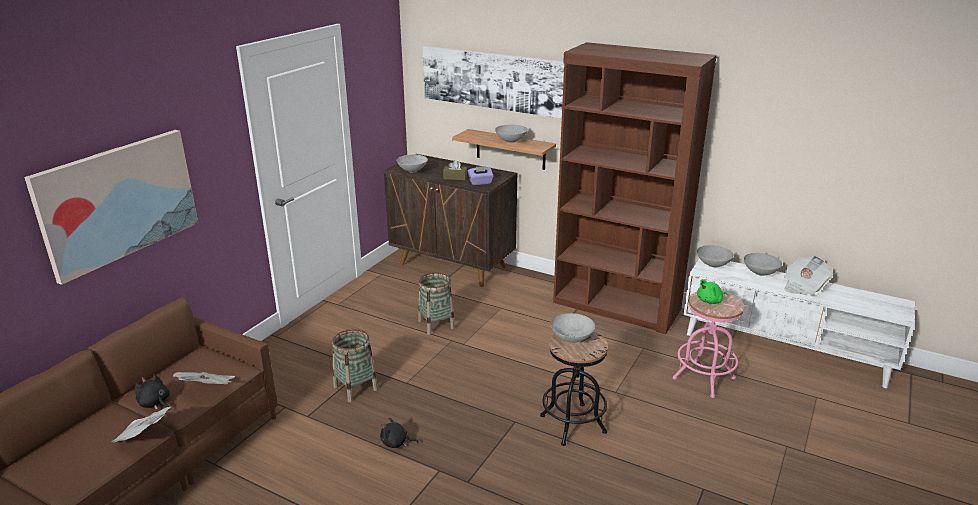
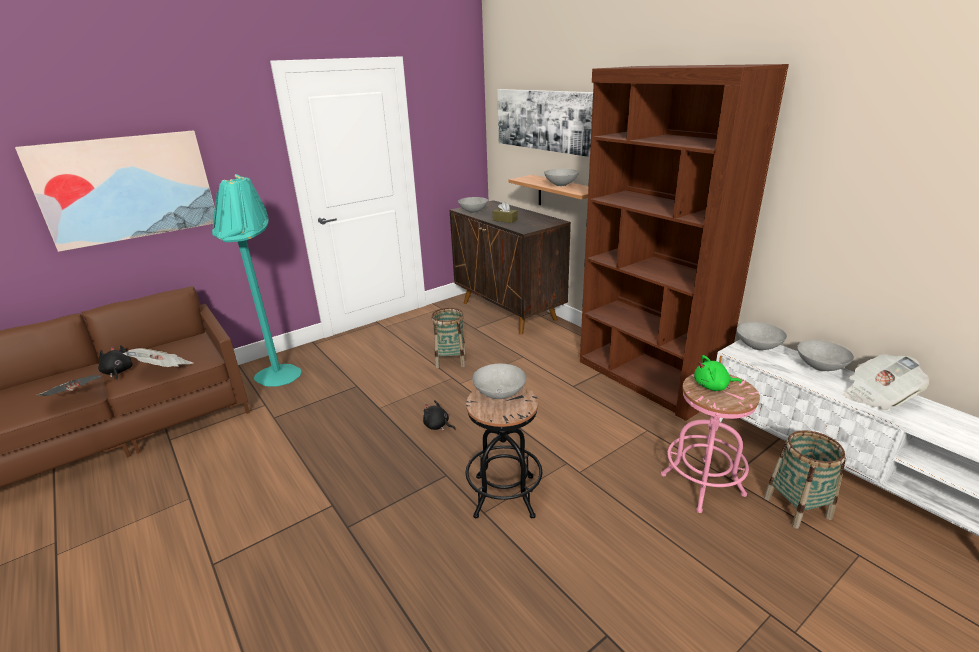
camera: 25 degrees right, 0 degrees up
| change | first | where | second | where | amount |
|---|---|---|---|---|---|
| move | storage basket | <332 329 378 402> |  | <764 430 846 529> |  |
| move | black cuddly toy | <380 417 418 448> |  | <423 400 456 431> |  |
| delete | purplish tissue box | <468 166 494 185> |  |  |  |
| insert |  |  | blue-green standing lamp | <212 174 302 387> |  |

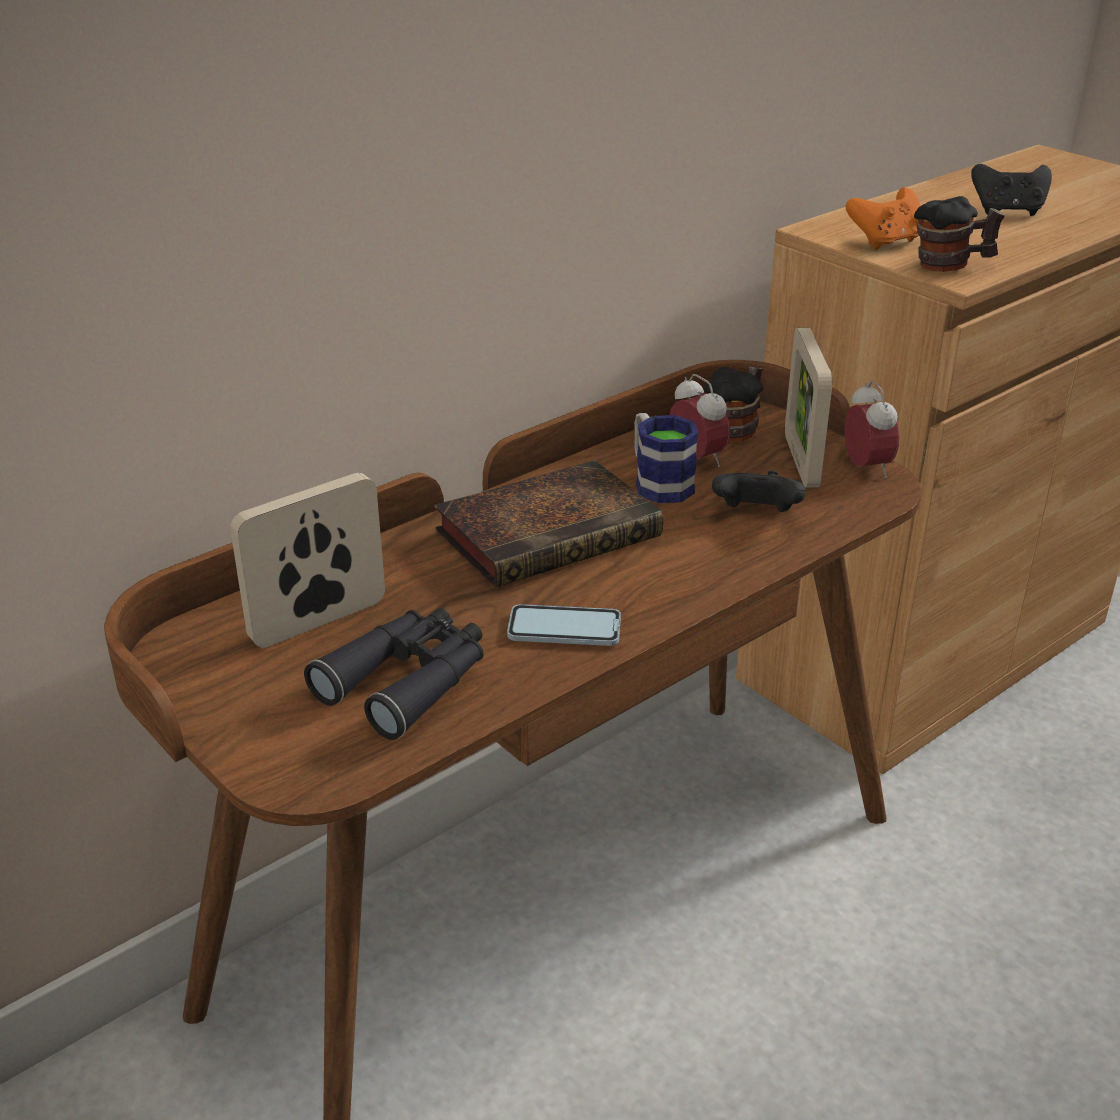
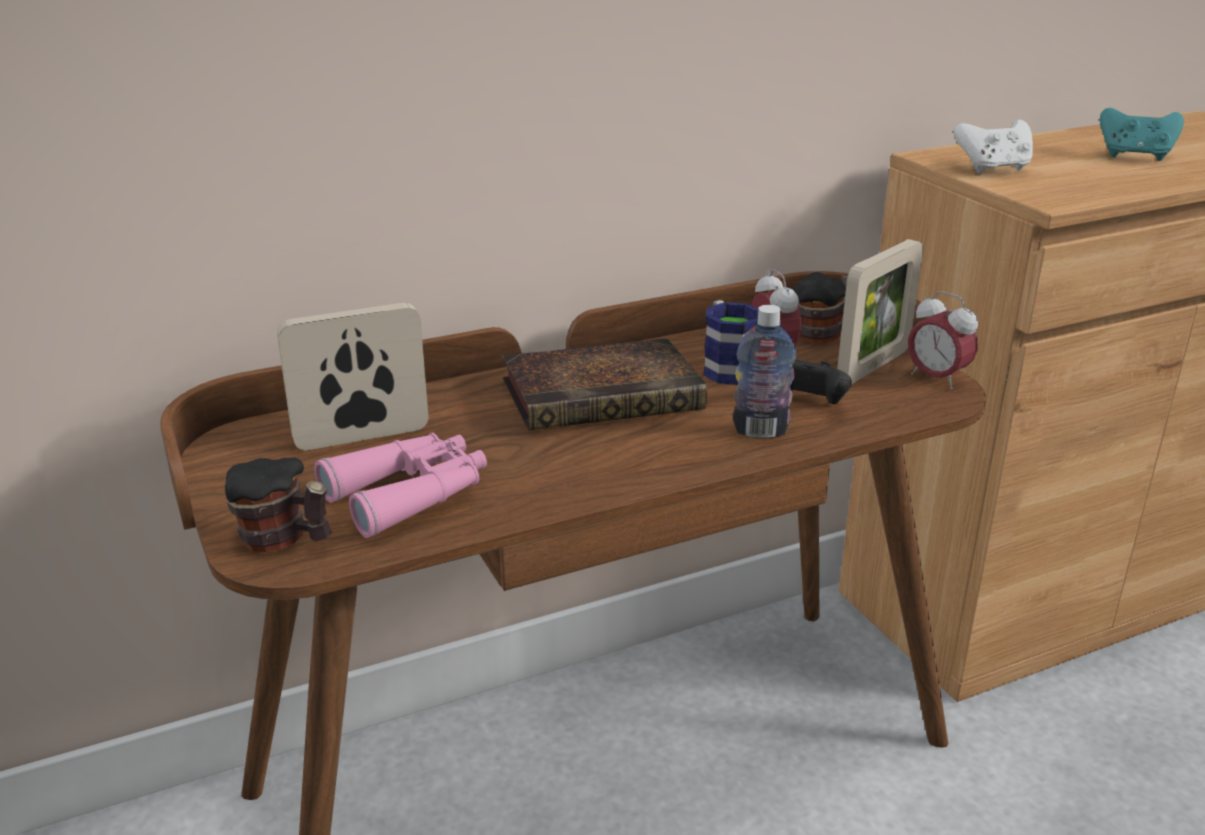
camera: 15 degrees right, 5 degrees down
| change | first | where | second | where | amount |
|---|---|---|---|---|---|
| recolor | black pair of binoculars | <304 608 484 740> | pink pair of binoculars | <314 432 487 538> |  |
| delete | telephone | <507 604 621 646> |  |  |  |
| rotate | photo frame | <785 327 832 488> |  | <837 239 923 384> | 150 degrees counterclockwise |
| rotate | table clock | <844 381 899 479> |  | <908 291 978 390> | 135 degrees clockwise |
| recolor | orangey game controller | <846 188 920 250> | whitish game controller | <954 119 1033 174> |  |
| move | tea mug | <914 196 1005 272> |  | <225 457 332 553> |  |
| recolor | black game controller | <971 164 1052 216> | blue-green game controller | <1100 108 1184 161> |  |
| insert |  |  | drink bottle | <733 305 796 438> |  |

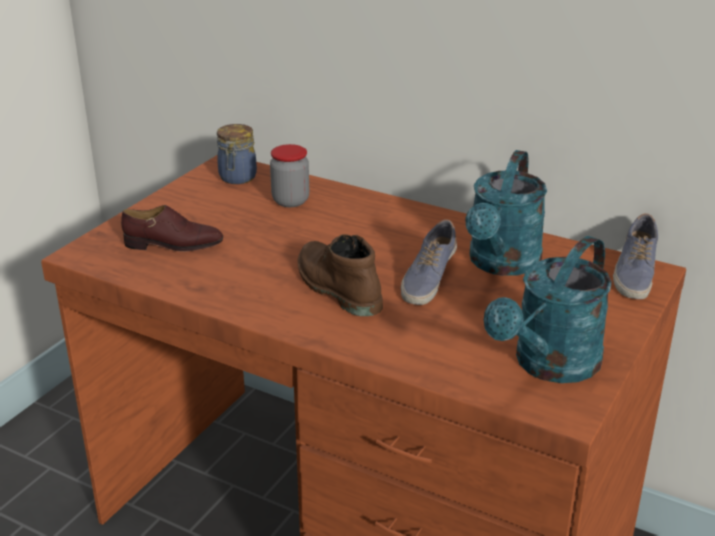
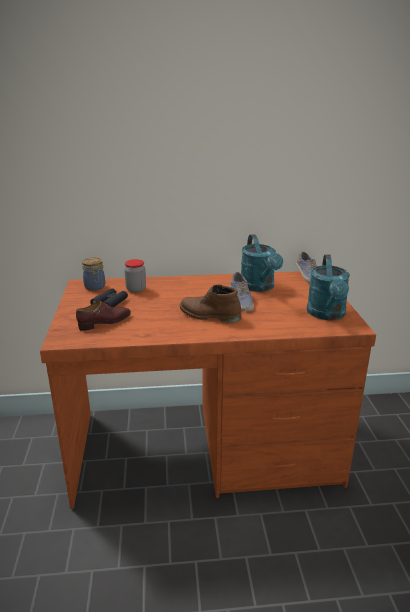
camera: 35 degrees left, 5 degrees down
| change | first | where | second | where | amount |
|---|---|---|---|---|---|
| insert |  |  | black pair of binoculars | <90 288 128 307> |  |

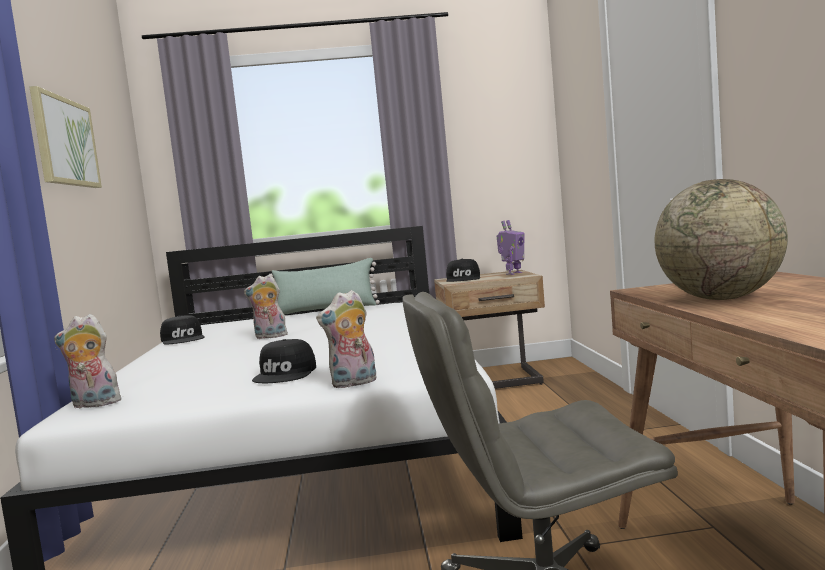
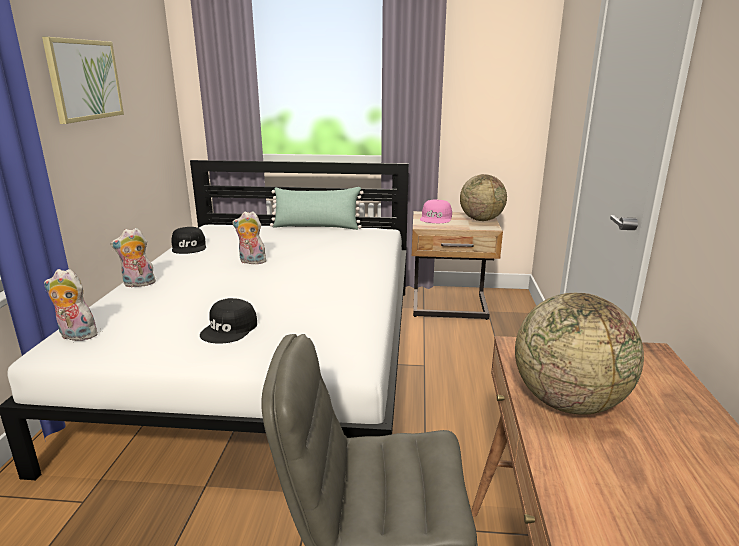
camera: 10 degrees right, 15 degrees up
| change | first | where | second | where | amount |
|---|---|---|---|---|---|
| move | cuddly toy | <316 290 376 388> |  | <110 228 156 287> |  |
| recolor | black cap | <446 259 480 282> | pink cap | <420 200 452 223> |  |
| replace | toy robot | <496 220 524 275> | globe | <460 174 507 221> |  |

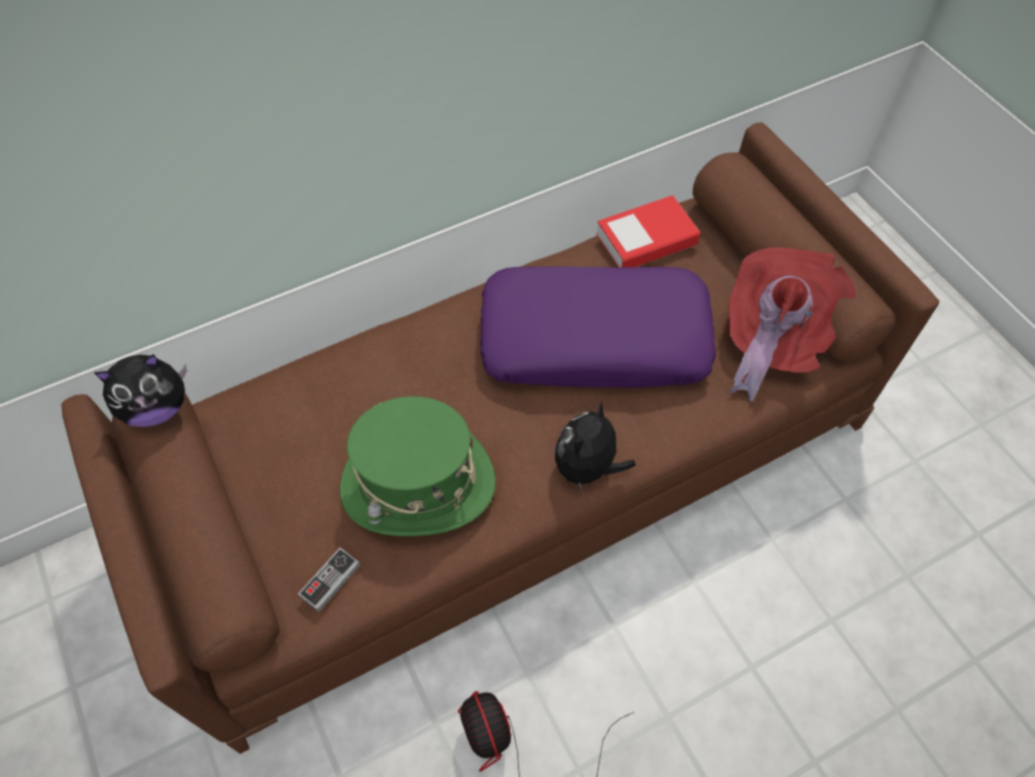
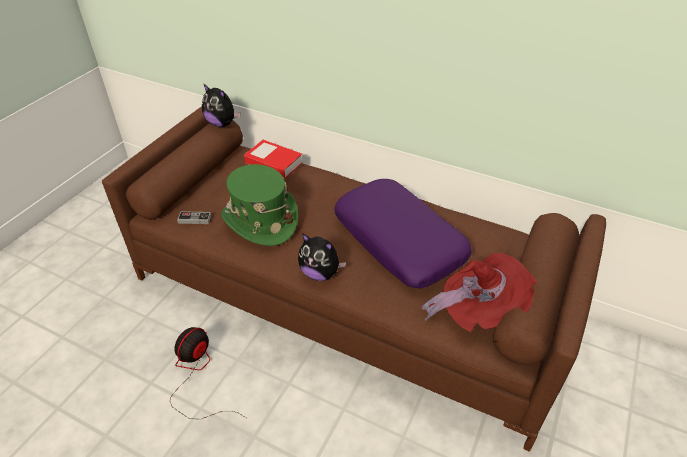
camera: 55 degrees right, 15 degrees down
| change | first | where | second | where | amount |
|---|---|---|---|---|---|
| rotate | cuddly toy | <555 402 636 495> |  | <298 233 346 281> | 150 degrees counterclockwise |
| move | bound book | <596 195 700 267> |  | <244 140 303 178> |  |

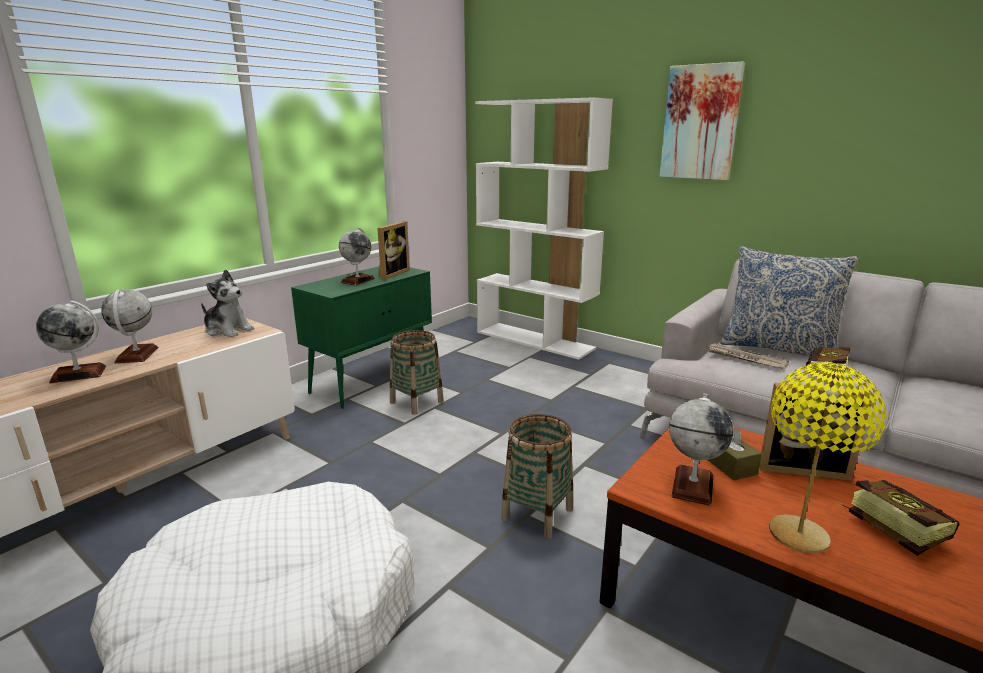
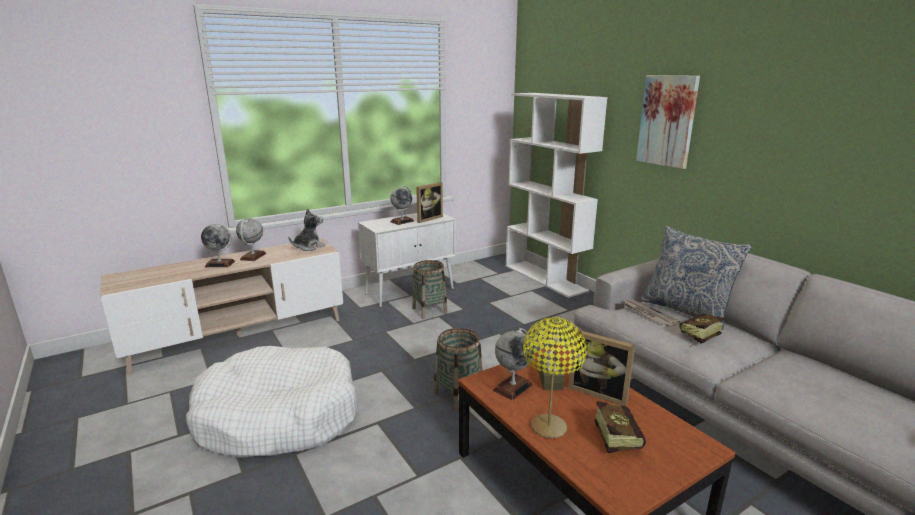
camera: 20 degrees right, 0 degrees up
| change | first | where | second | where | amount |
|---|---|---|---|---|---|
| rotate | cuddly toy | <201 269 254 337> |  | <288 208 325 251> | 90 degrees counterclockwise |
| recolor | green-coloured storage cabinet | <291 266 432 409> | whitish storage cabinet | <358 213 456 307> |  |

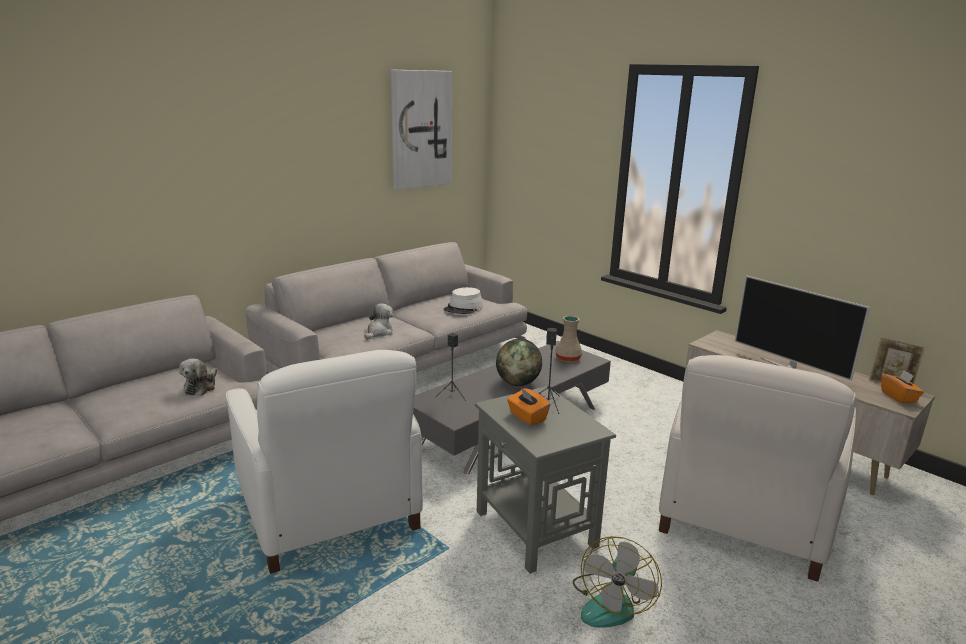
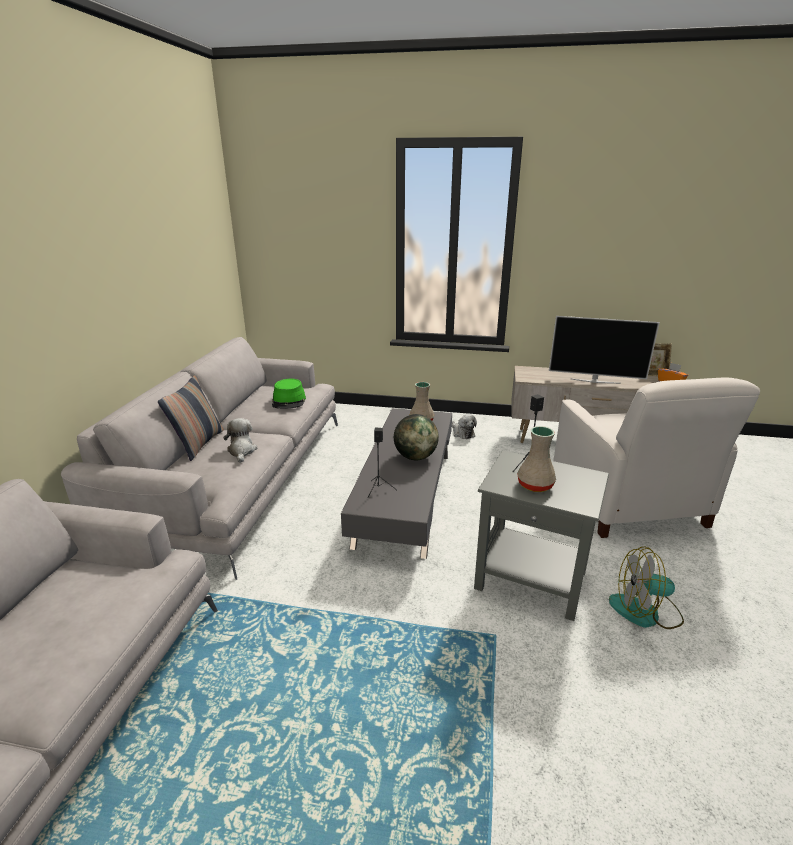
camera: 35 degrees left, 5 degrees up
| change | first | where | second | where | amount |
|---|---|---|---|---|---|
| move | cuddly toy | <179 358 217 396> |  | <452 414 477 439> |  |
| delete | whitish armchair | <226 350 423 574> |  |  |  |
| delete | wall art | <390 70 452 190> |  |  |  |
| recolor | whitish wearable hat | <444 287 483 314> | green-coloured wearable hat | <272 379 306 409> |  |
| replace | orangey tissue box | <507 388 550 426> | beige-coloured decorative vase | <517 426 556 492> |  |
| rotate | cooling fan | <573 536 662 628> |  | <609 546 684 629> | 105 degrees clockwise |
| insert |  |  | pillow | <158 375 224 461> |  |

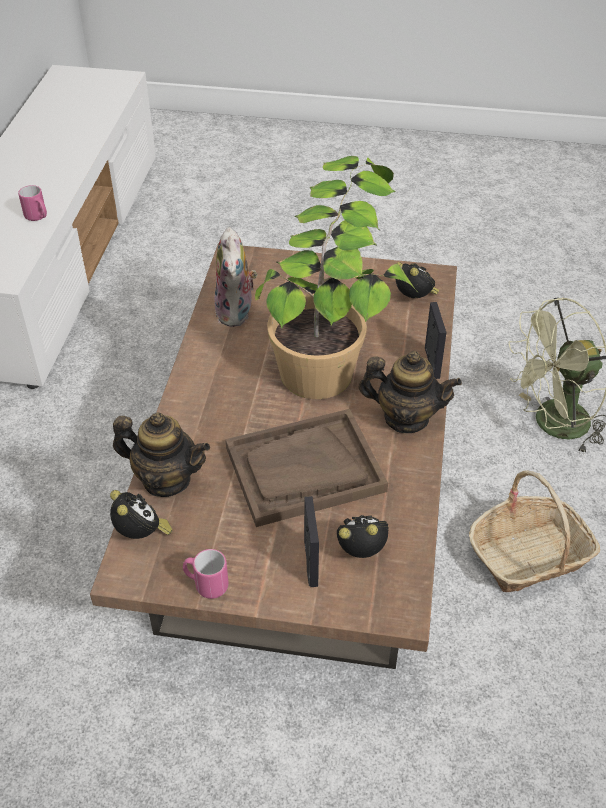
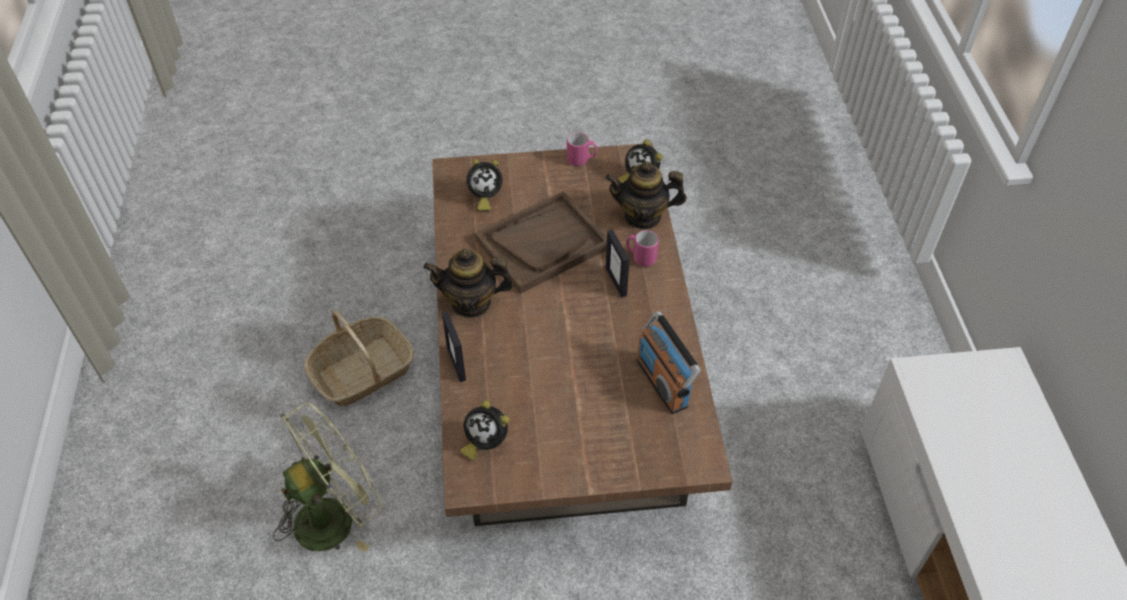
camera: 165 degrees right, 5 degrees up
| change | first | where | second | where | amount |
|---|---|---|---|---|---|
| move | pink tea mug | <18 185 47 221> |  | <626 230 659 267> |  |
| replace | cuddly toy | <215 227 257 327> | radio set | <636 312 701 414> |  |
| delete | houseplant | <255 156 418 399> |  |  |  |
| move | photo frame | <304 496 319 587> |  | <606 230 630 298> |  |

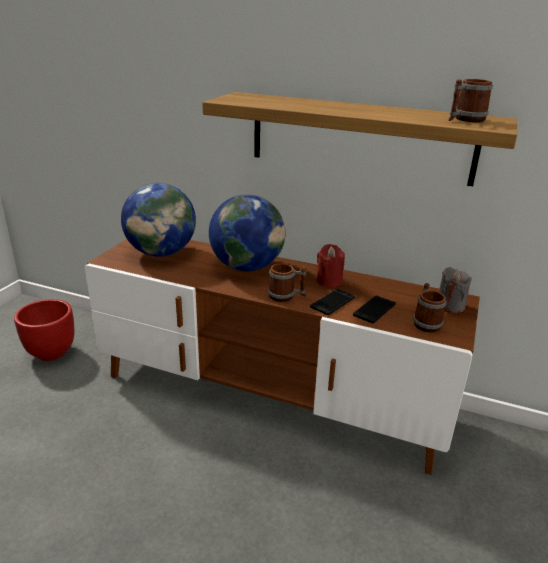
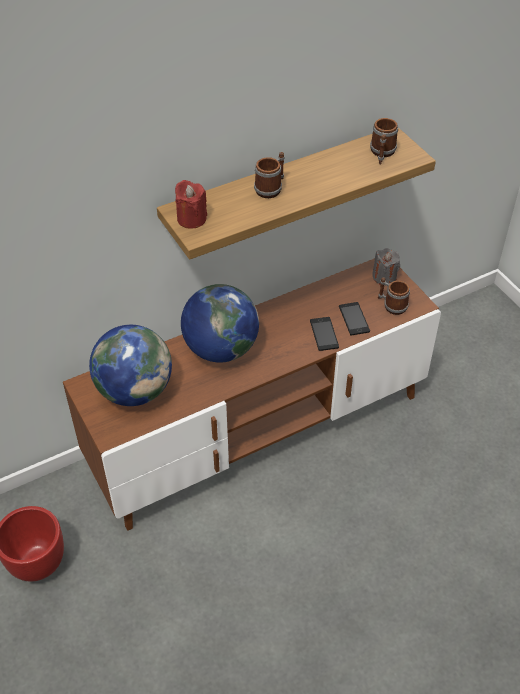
camera: 50 degrees left, 20 degrees up
| change | first | where | second | where | amount |
|---|---|---|---|---|---|
| move | tea mug | <268 263 306 302> |  | <254 152 285 198> |  |
| move | red candle | <317 244 345 287> |  | <175 180 207 229> |  |

